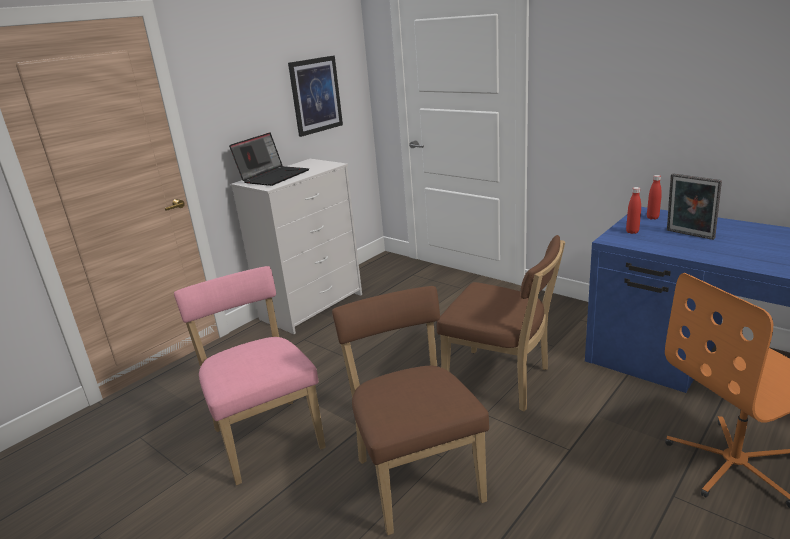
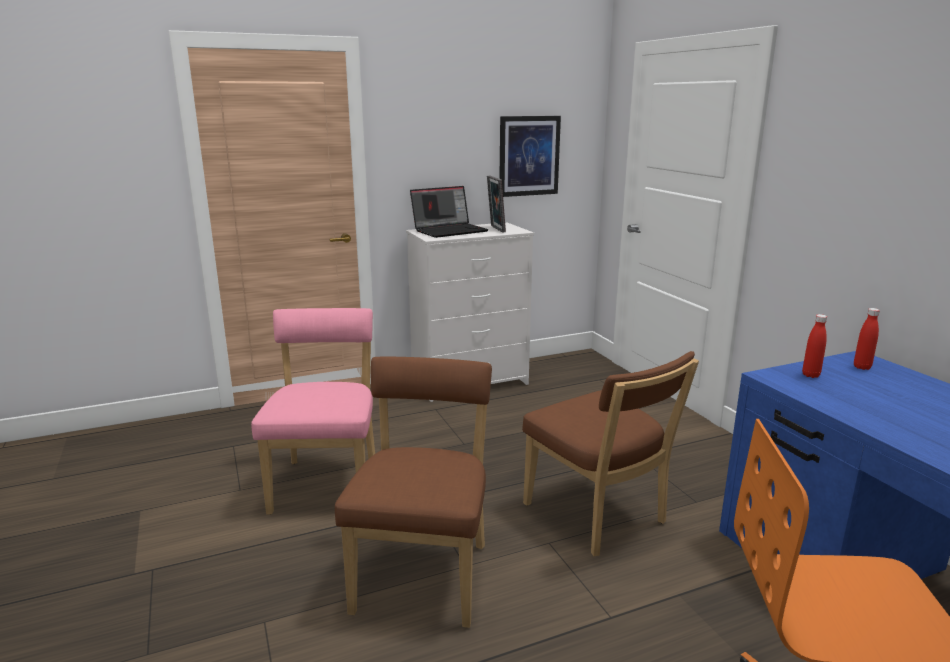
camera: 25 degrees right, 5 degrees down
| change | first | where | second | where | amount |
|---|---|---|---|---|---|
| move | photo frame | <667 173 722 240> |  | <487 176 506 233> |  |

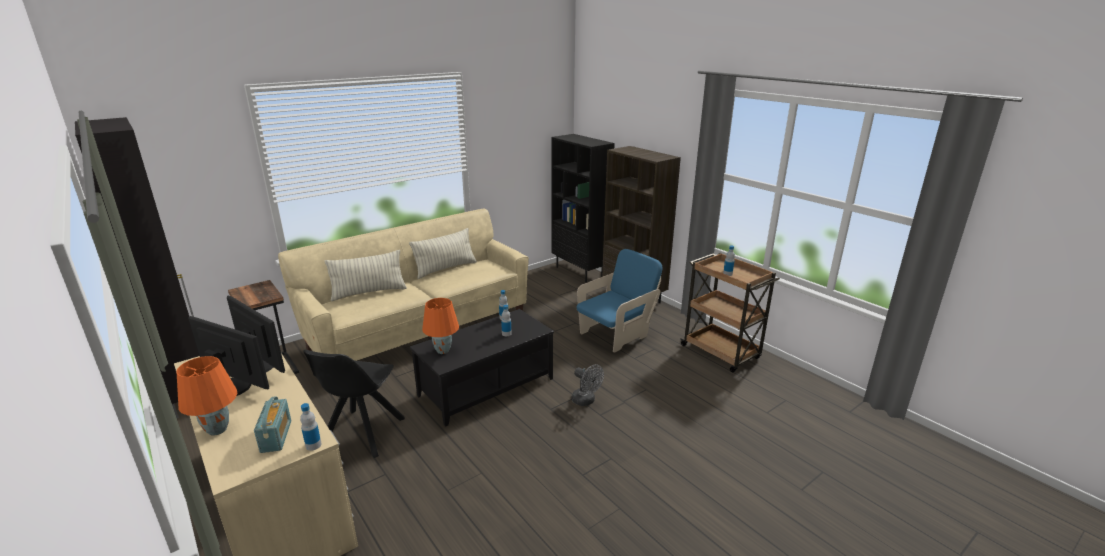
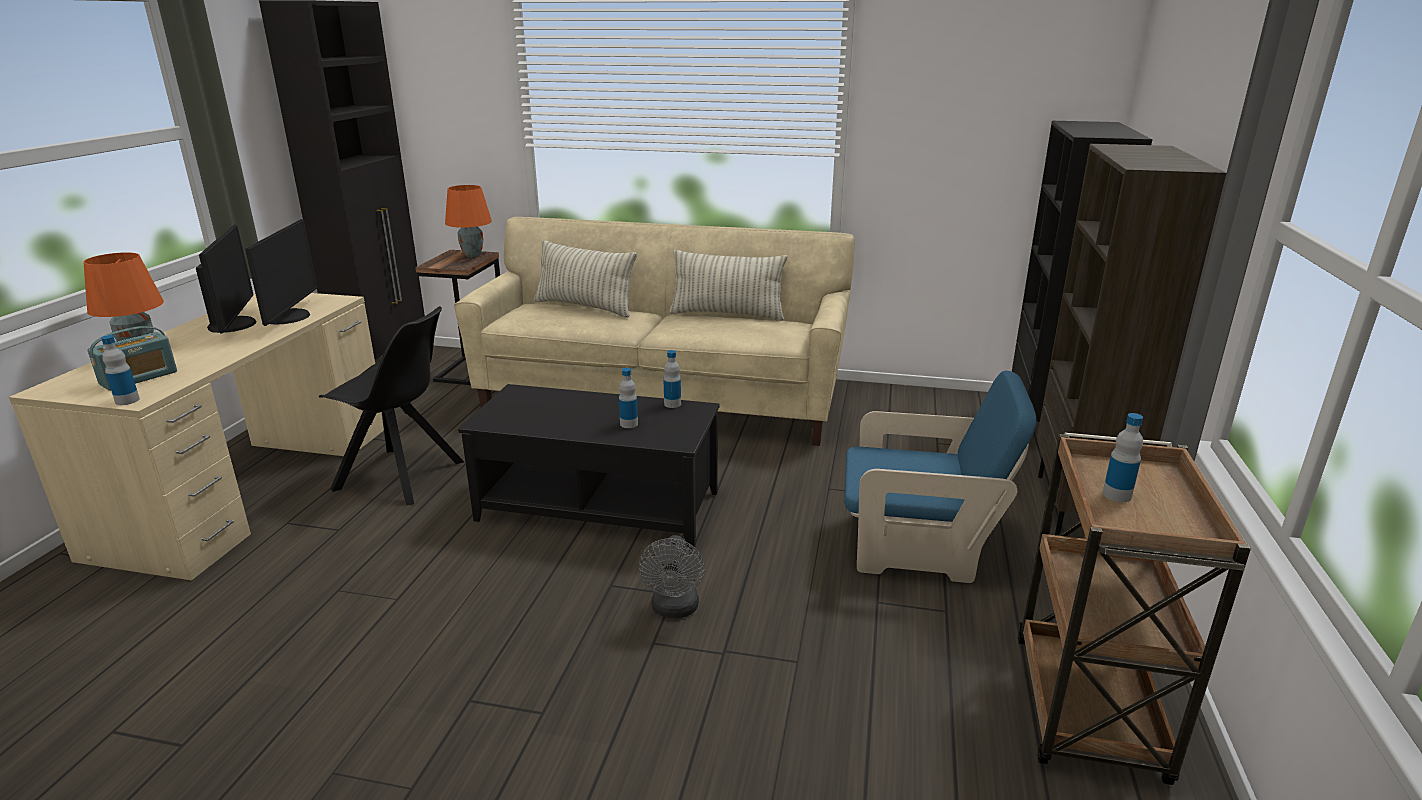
camera: 50 degrees right, 0 degrees up
| change | first | where | second | where | amount |
|---|---|---|---|---|---|
| rotate | black chair | <303 350 405 458> |  | <319 306 464 506> | 135 degrees counterclockwise |
| move | orangey tabletop lamp | <422 298 459 354> |  | <445 185 492 257> |  |

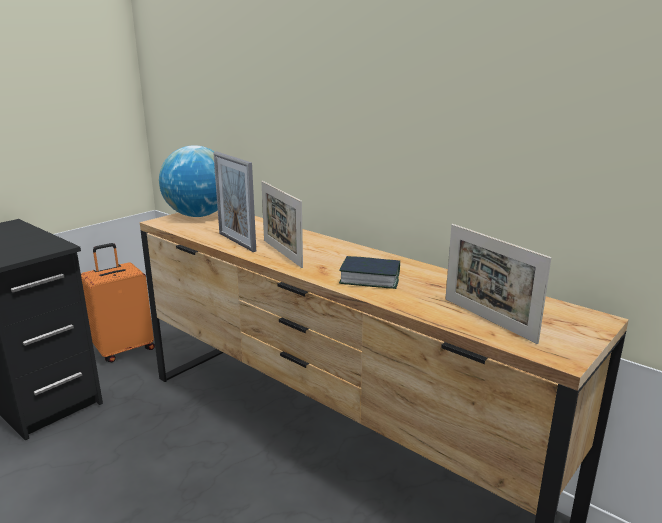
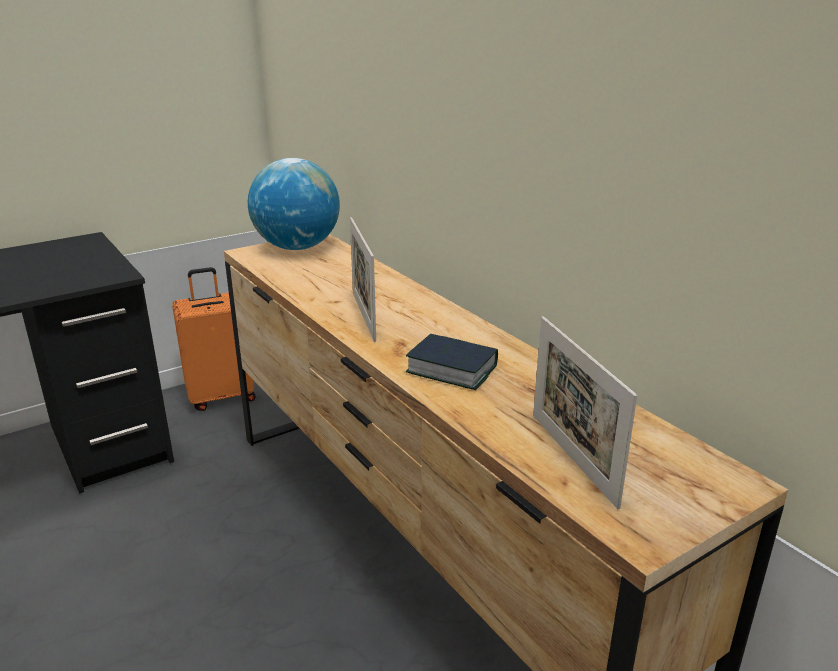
camera: 15 degrees right, 5 degrees up
| change | first | where | second | where | amount |
|---|---|---|---|---|---|
| delete | photo frame | <213 152 256 252> |  |  |  |

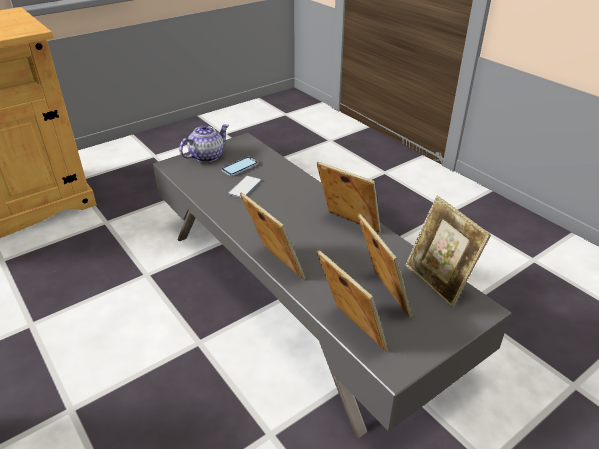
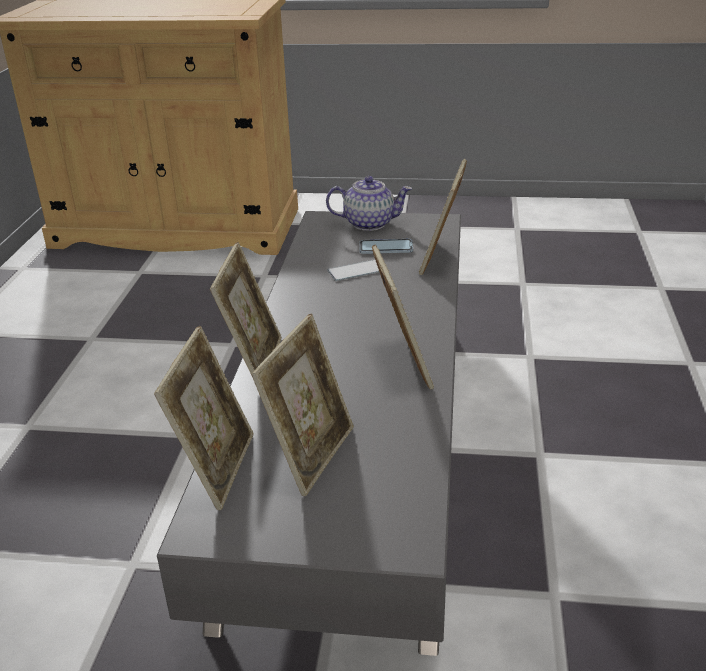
camera: 45 degrees right, 5 degrees down
| change | first | where | second | where | amount |
|---|---|---|---|---|---|
| move | photo frame | <406 196 491 307> |  | <419 159 467 275> |  |

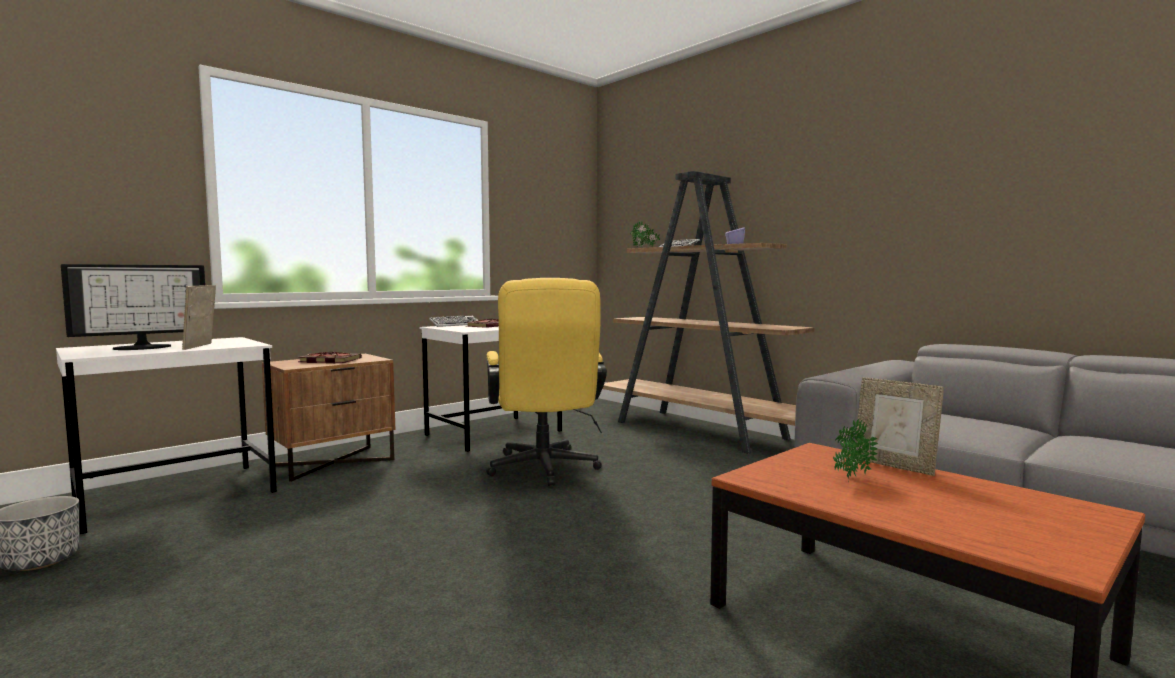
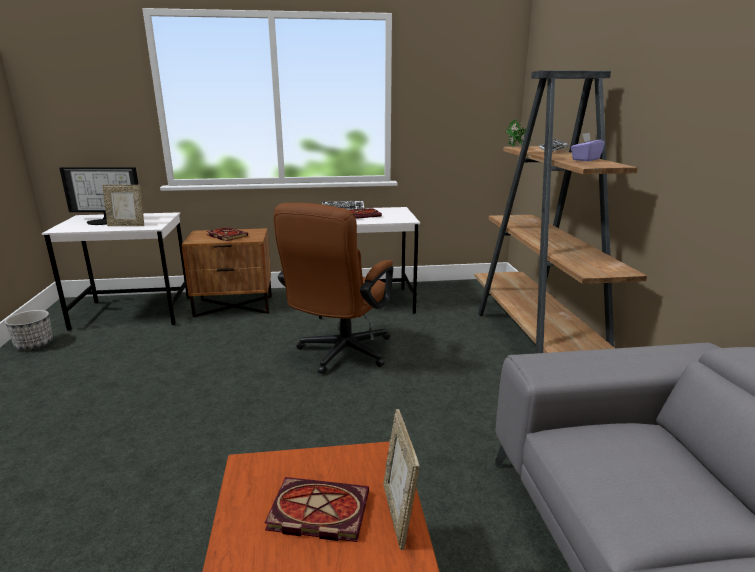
camera: 35 degrees right, 15 degrees up
| change | first | where | second | where | amount |
|---|---|---|---|---|---|
| rotate | photo frame | <182 285 216 350> |  | <103 185 144 226> | 120 degrees counterclockwise |
| recolor | yellow computer chair | <486 278 607 486> | brown-coloured computer chair | <273 203 393 374> |  |
| replace | houseplant | <833 419 878 482> | bound book | <265 477 369 542> |  |

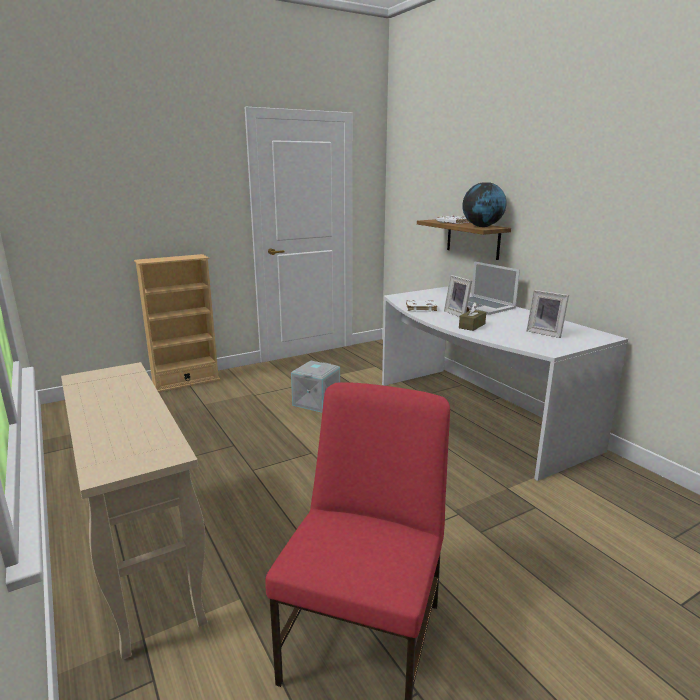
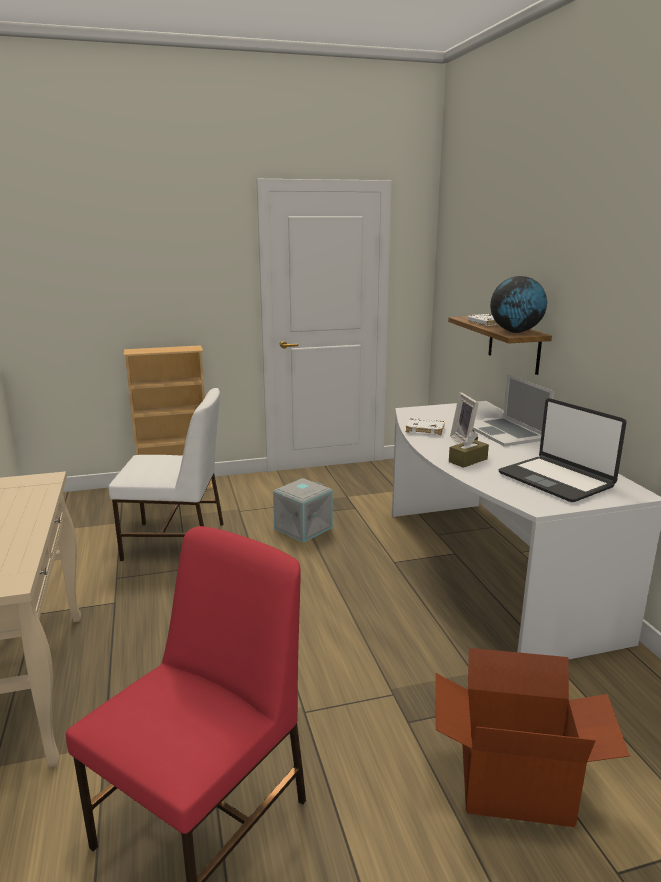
camera: 15 degrees right, 0 degrees up
| change | first | where | second | where | amount |
|---|---|---|---|---|---|
| replace | photo frame | <526 290 569 338> | laptop | <499 398 626 502> |  |
| insert |  |  | whitish chair | <109 388 224 561> |  |
| insert |  |  | carton | <436 648 630 827> |  |

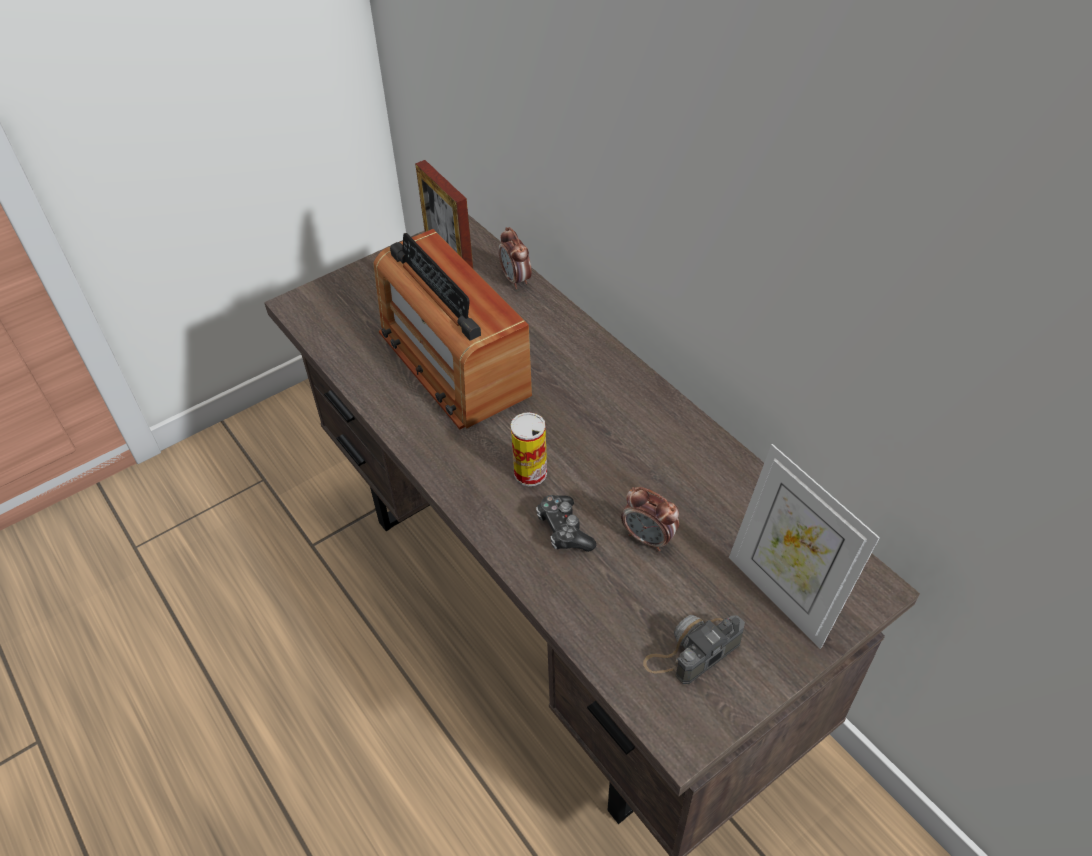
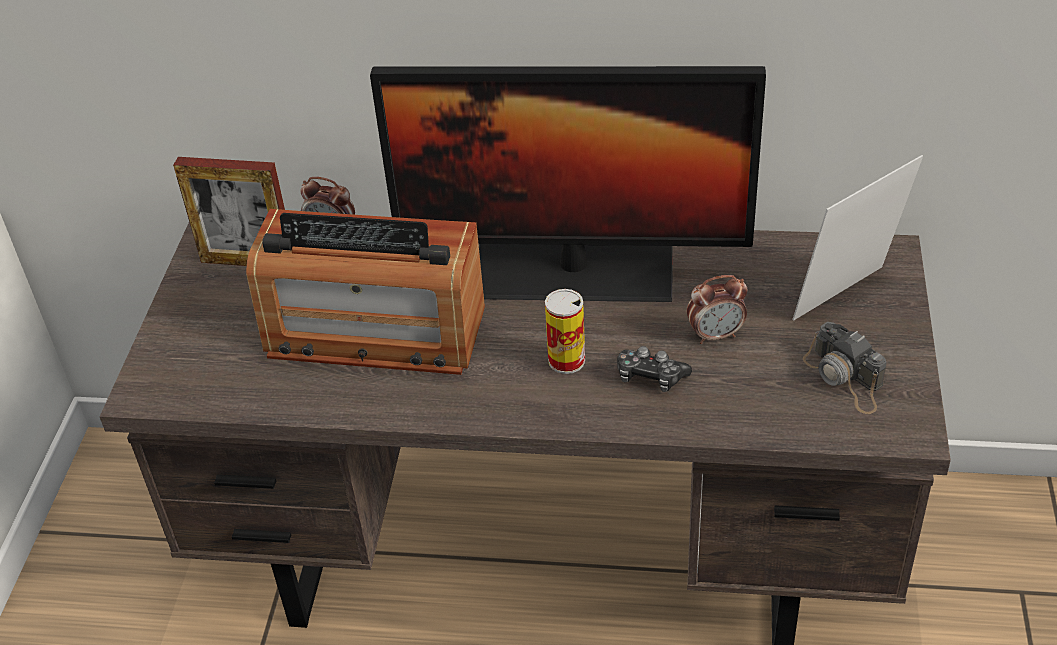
camera: 45 degrees left, 5 degrees down
| change | first | where | second | where | amount |
|---|---|---|---|---|---|
| rotate | photo camera | <643 615 745 684> |  | <803 322 887 414> | 45 degrees counterclockwise |
| rotate | photo frame | <729 444 880 649> |  | <792 155 923 321> | 135 degrees clockwise |
| insert |  |  | monitor | <370 66 766 302> |  |

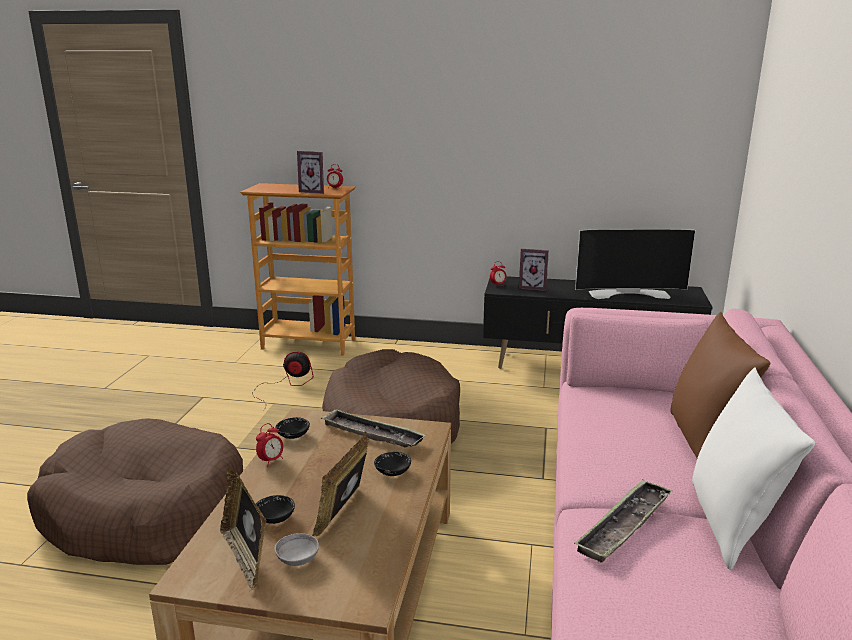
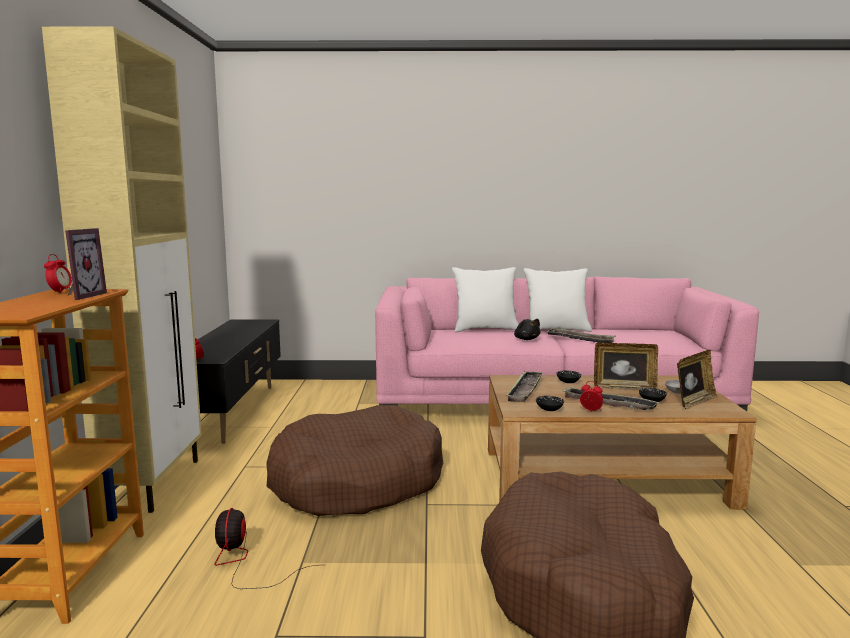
camera: 100 degrees left, 10 degrees down
| change | first | where | second | where | amount |
|---|---|---|---|---|---|
| delete | photo frame | <519 249 549 291> |  |  |  |
| delete | television | <575 229 696 299> |  |  |  |
| recolor | brown-coloured pillow | <670 312 770 458> | whitish pillow | <452 267 519 332> |  |
| insert |  |  | beige-coloured storage cabinet | <42 26 202 513> |  |
| insert |  |  | black cuddly toy | <514 319 540 340> |  |
| insert |  |  | tray | <562 387 659 410> |  |

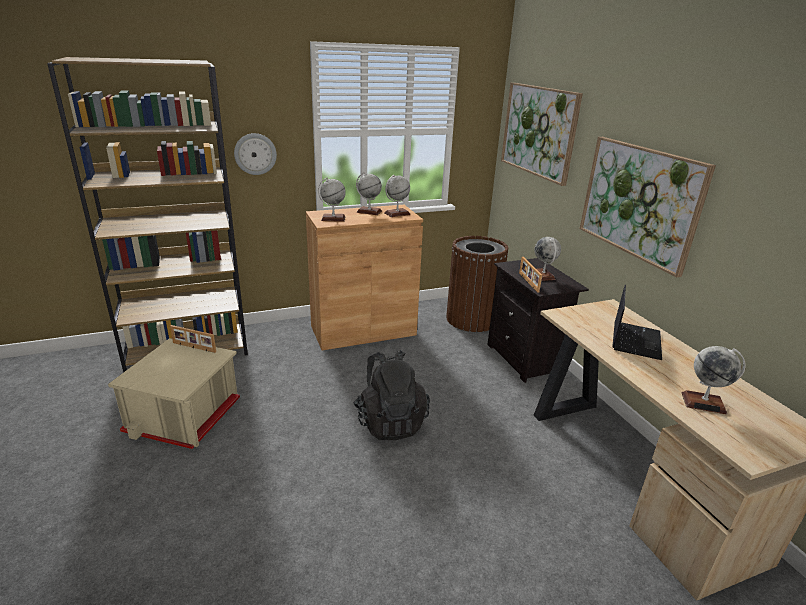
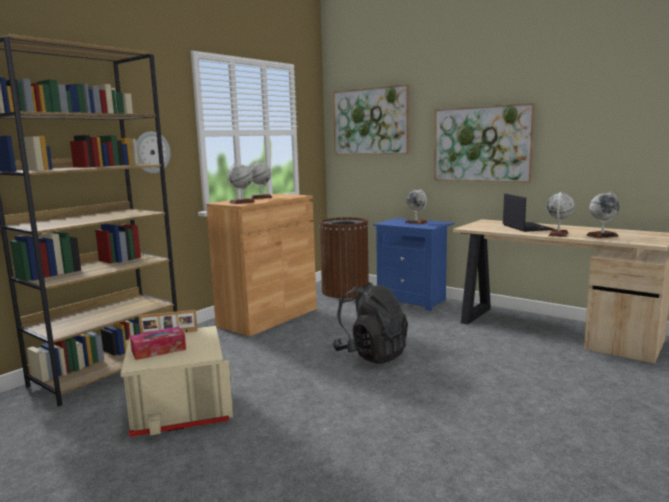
camera: 30 degrees left, 15 degrees down
| change | first | where | second | where | amount |
|---|---|---|---|---|---|
| move | globe | <384 175 410 217> |  | <546 192 574 237> |  |
| recolor | black bedside table | <487 258 589 383> | bluish bedside table | <373 218 455 311> |  |
| delete | photo frame | <519 257 542 293> |  |  |  |
| insert |  |  | tissue box | <130 327 186 360> |  |

